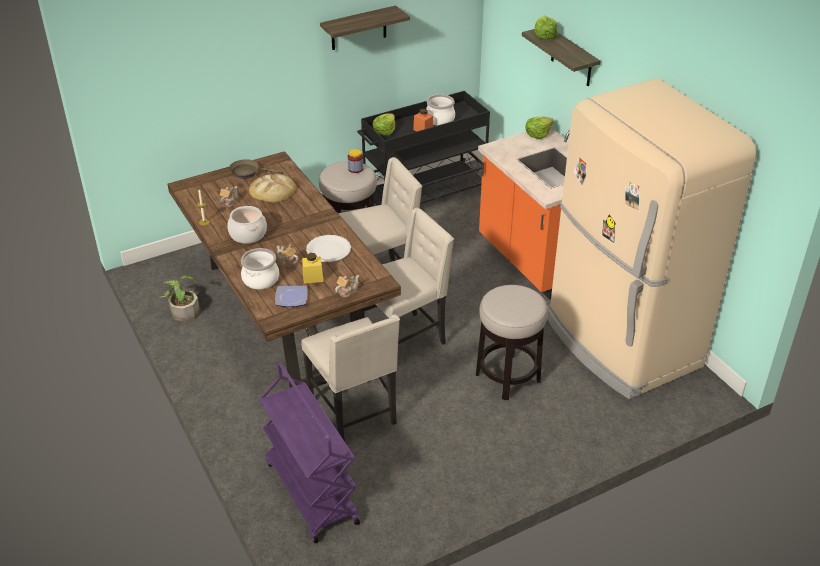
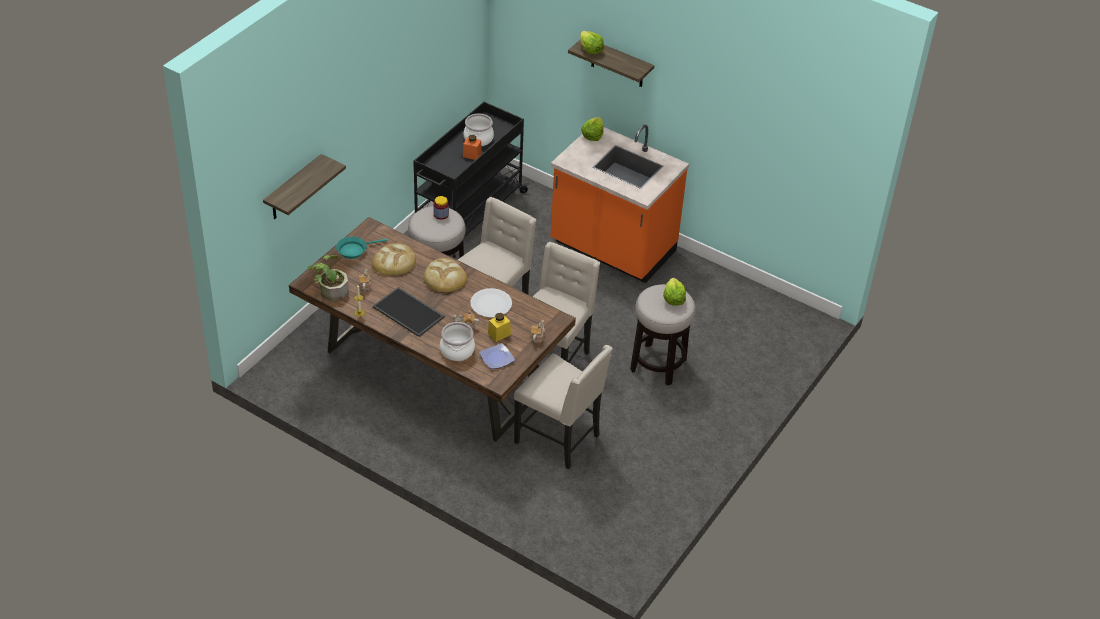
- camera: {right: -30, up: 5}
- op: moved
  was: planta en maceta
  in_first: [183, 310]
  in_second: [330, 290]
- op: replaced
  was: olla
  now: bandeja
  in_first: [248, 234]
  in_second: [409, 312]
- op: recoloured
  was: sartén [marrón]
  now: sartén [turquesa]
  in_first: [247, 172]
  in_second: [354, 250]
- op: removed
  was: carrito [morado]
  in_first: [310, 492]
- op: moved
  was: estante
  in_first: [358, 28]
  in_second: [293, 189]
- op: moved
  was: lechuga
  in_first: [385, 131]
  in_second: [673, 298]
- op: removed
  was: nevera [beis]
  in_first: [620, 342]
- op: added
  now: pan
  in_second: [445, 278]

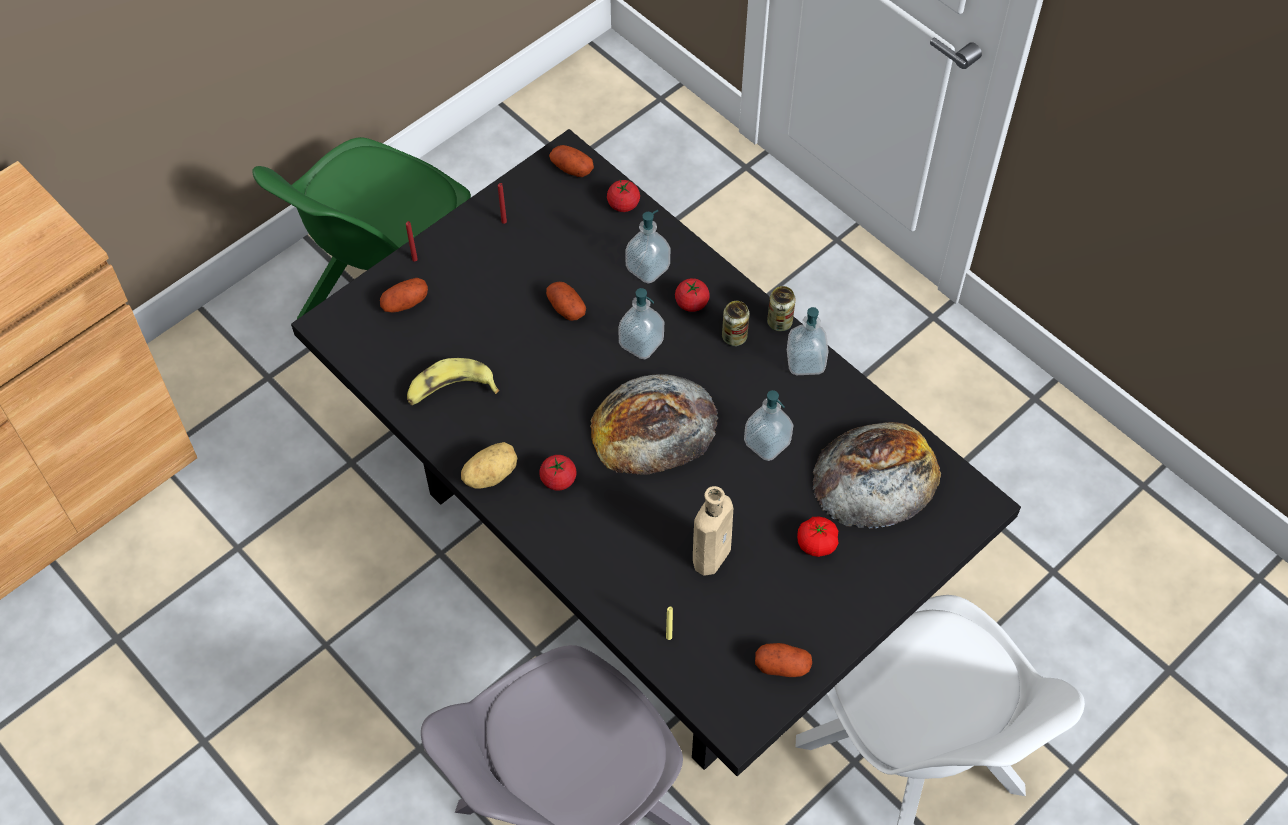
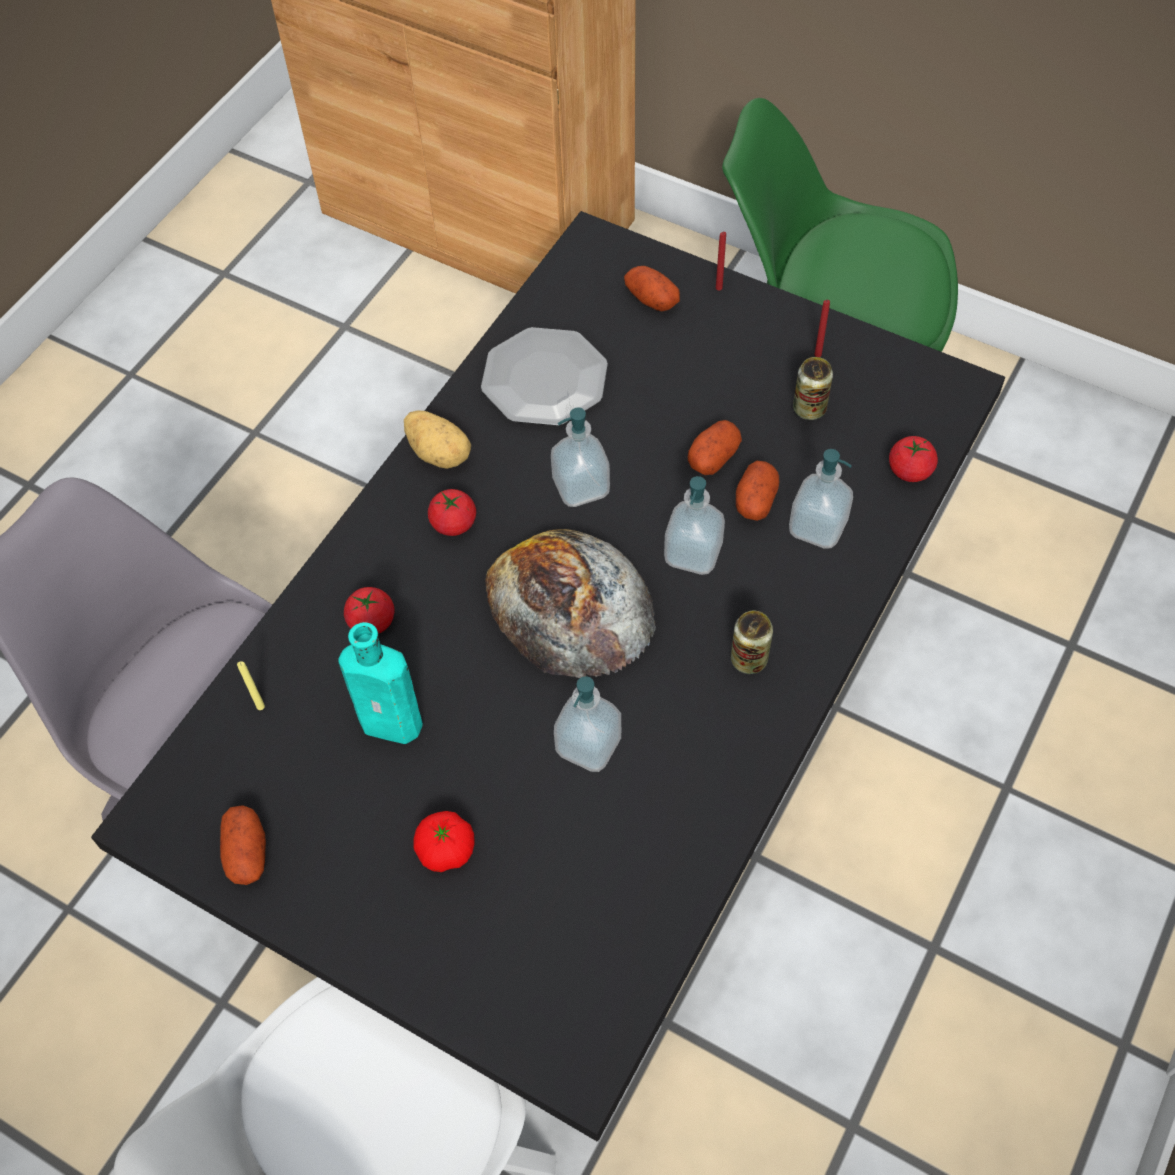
- camera: {right: 75, up: 0}
- op: replaced
  was: plátano
  now: plato
  in_first: [450, 390]
  in_second: [544, 379]
- op: moved
  was: patata
  in_first: [571, 168]
  in_second: [755, 500]
- op: moved
  was: tomate
  in_first: [691, 303]
  in_second: [372, 621]
- op: recoloured
  was: botella [beis]
  now: botella [turquesa]
  in_first: [713, 553]
  in_second: [395, 724]
- op: moved
  was: lata
  in_first: [779, 322]
  in_second: [809, 408]
- op: moved
  was: dispensador de jabón
  in_first: [805, 362]
  in_second: [581, 487]
- op: removed
  was: pan
  in_first: [876, 475]

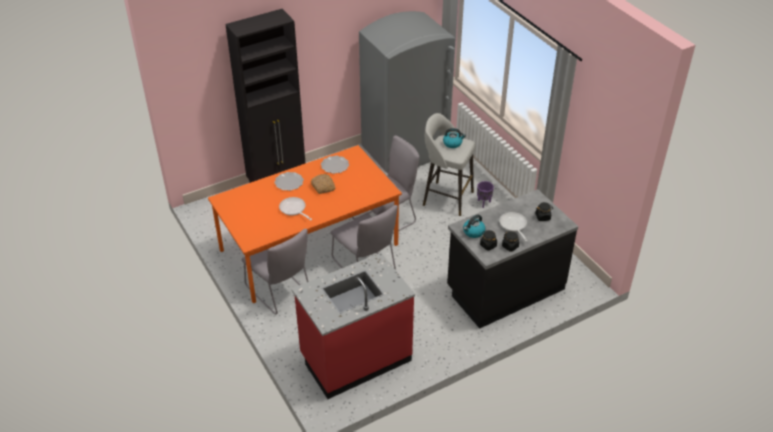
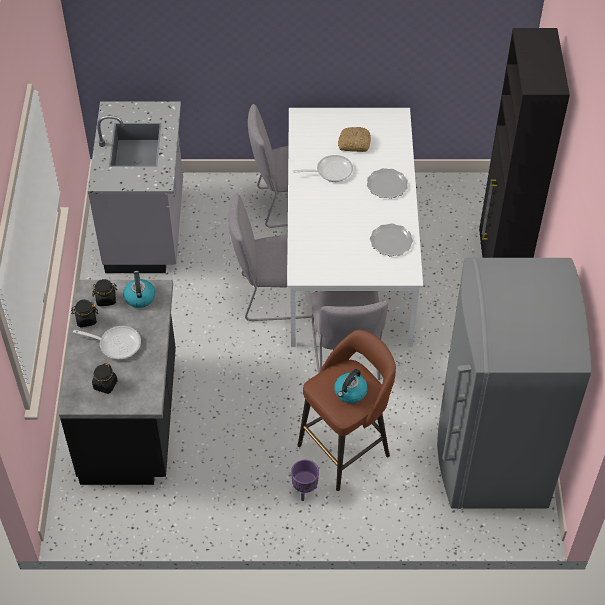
- camera: {right: 120, up: 10}
- op: recoloured
  was: mesa de comedor [naranja]
  now: mesa de comedor [blanco]
  in_first: [309, 248]
  in_second: [347, 256]
- op: recoloured
  was: mueble bajo de cocina [rojo]
  now: mueble bajo de cocina [gris]
  in_first: [355, 358]
  in_second: [147, 229]
- op: moved
  was: pan
  in_first: [323, 187]
  in_second: [354, 143]
- op: recoloured
  was: taburete [gris]
  now: taburete [marrón]
  in_first: [446, 198]
  in_second: [346, 449]

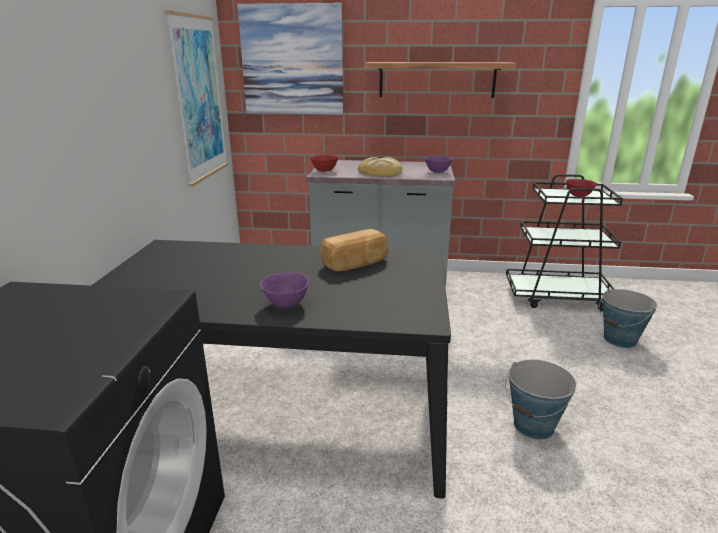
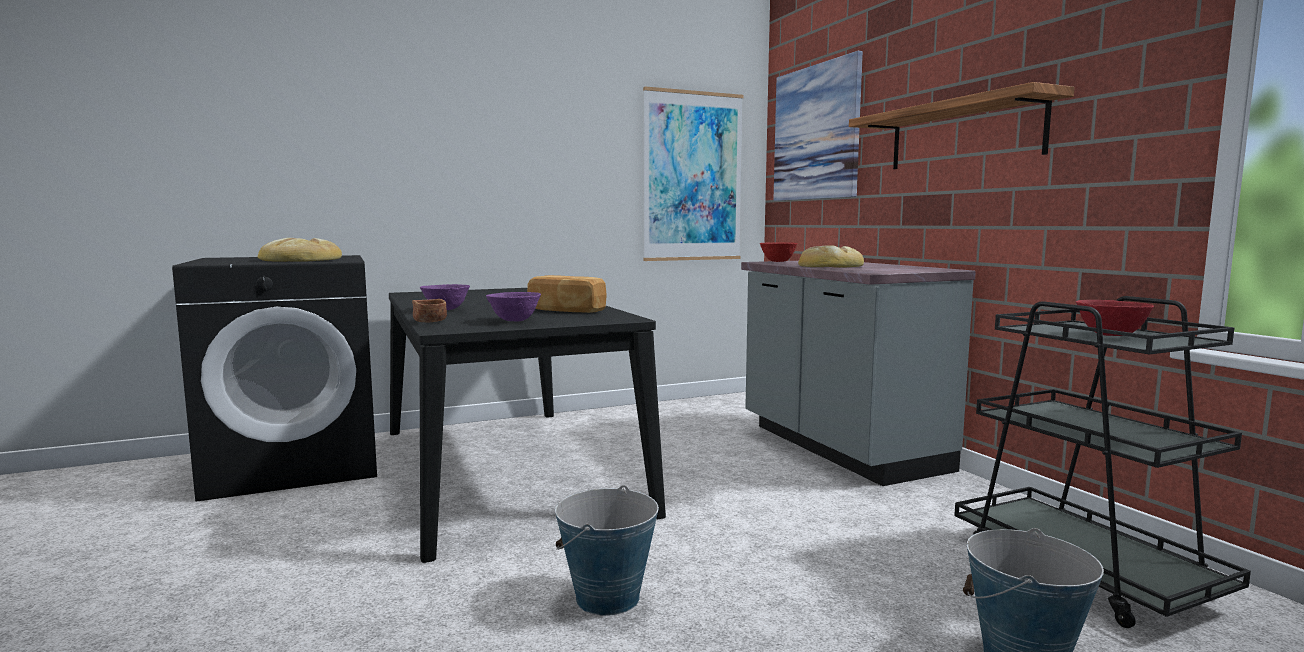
- camera: {right: 60, up: -15}
- op: moved
  was: cuenco [morado]
  in_first: [437, 172]
  in_second: [514, 321]
- op: added
  now: pan
  in_second: [301, 260]
- op: added
  now: cuenco [marrón]
  in_second: [429, 321]

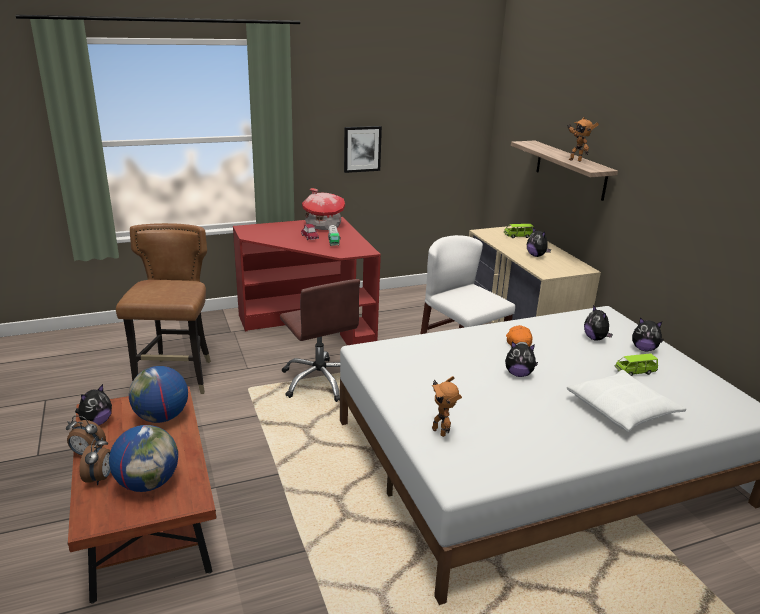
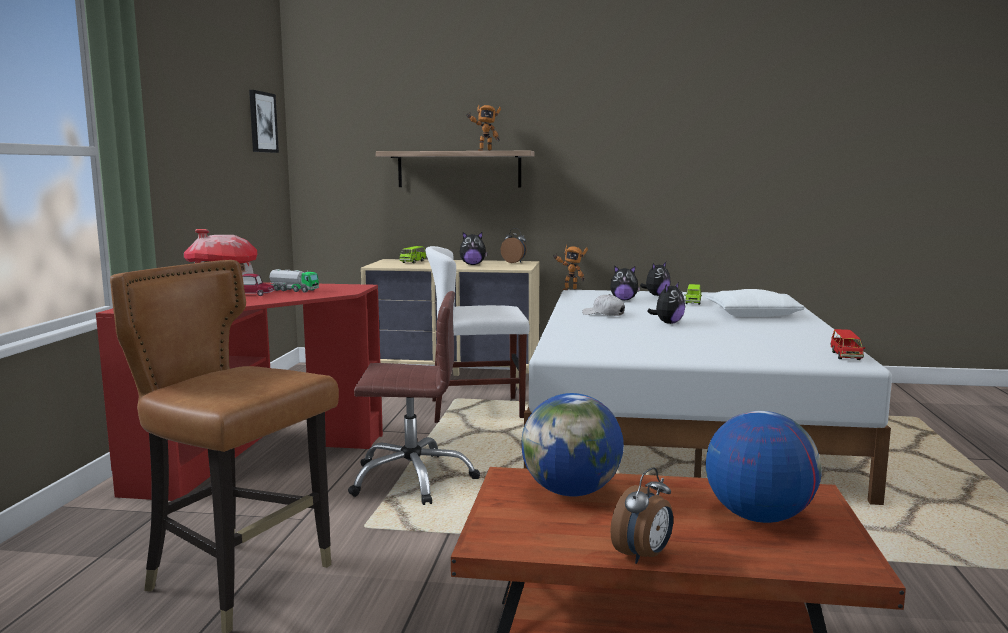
- camera: {right: -60, up: -15}
- op: removed
  was: peluche
  in_first: [96, 422]
- op: moved
  was: despertador
  in_first: [100, 478]
  in_second: [514, 262]
- op: moved
  was: cuadro
  in_first: [362, 149]
  in_second: [262, 122]
- op: moved
  was: robot de juguete
  in_first: [440, 431]
  in_second: [569, 289]
- op: recoloured
  was: gorra [naranja]
  now: gorra [blanco]
  in_first: [518, 342]
  in_second: [603, 314]
- op: added
  now: coche de juguete [rojo]
  in_second: [845, 356]

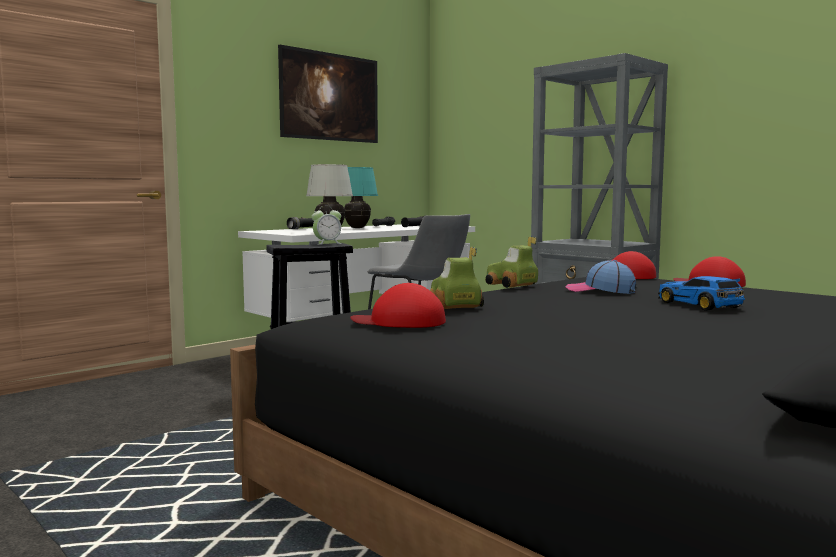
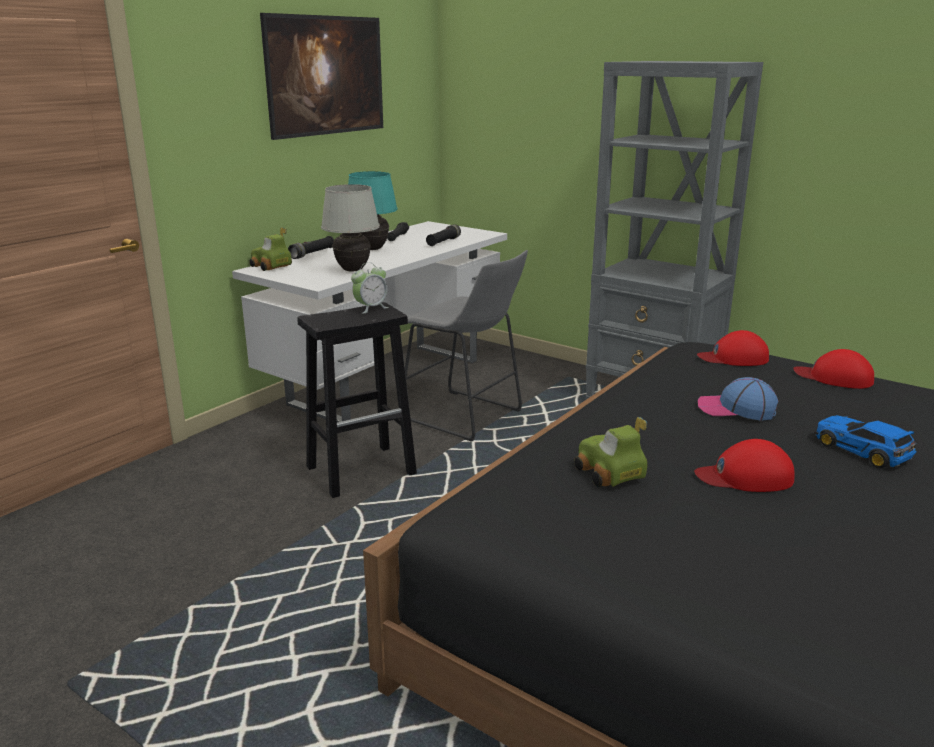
- camera: {right: -10, up: 15}
- op: moved
  was: gorra [rojo]
  in_first: [399, 322]
  in_second: [745, 477]
- op: moved
  was: coche de juguete
  in_first: [510, 285]
  in_second: [270, 266]

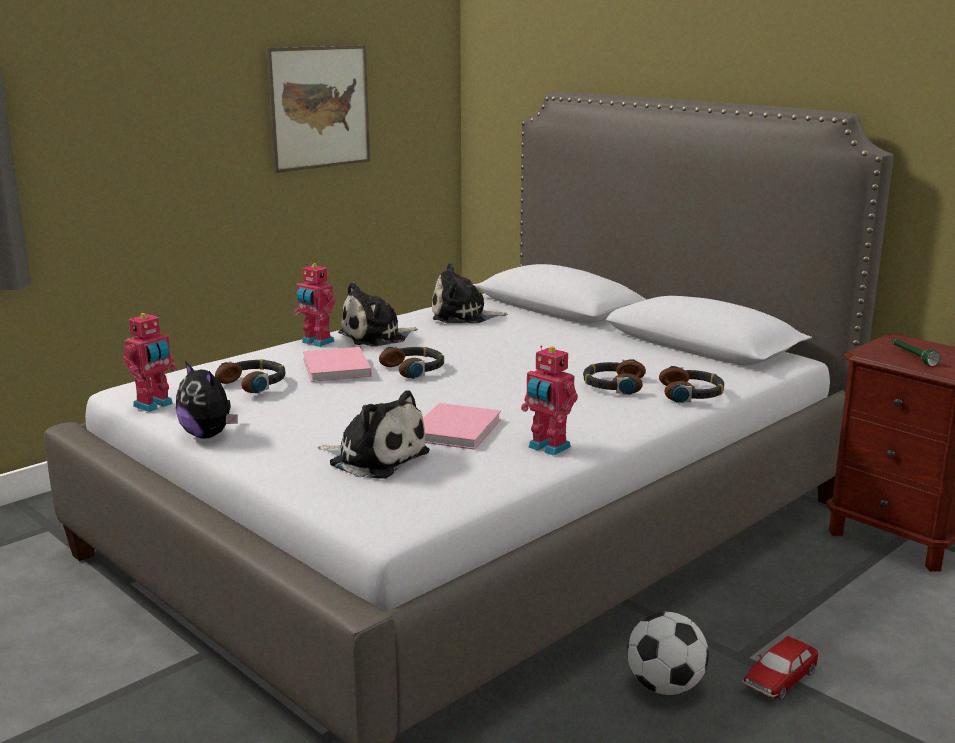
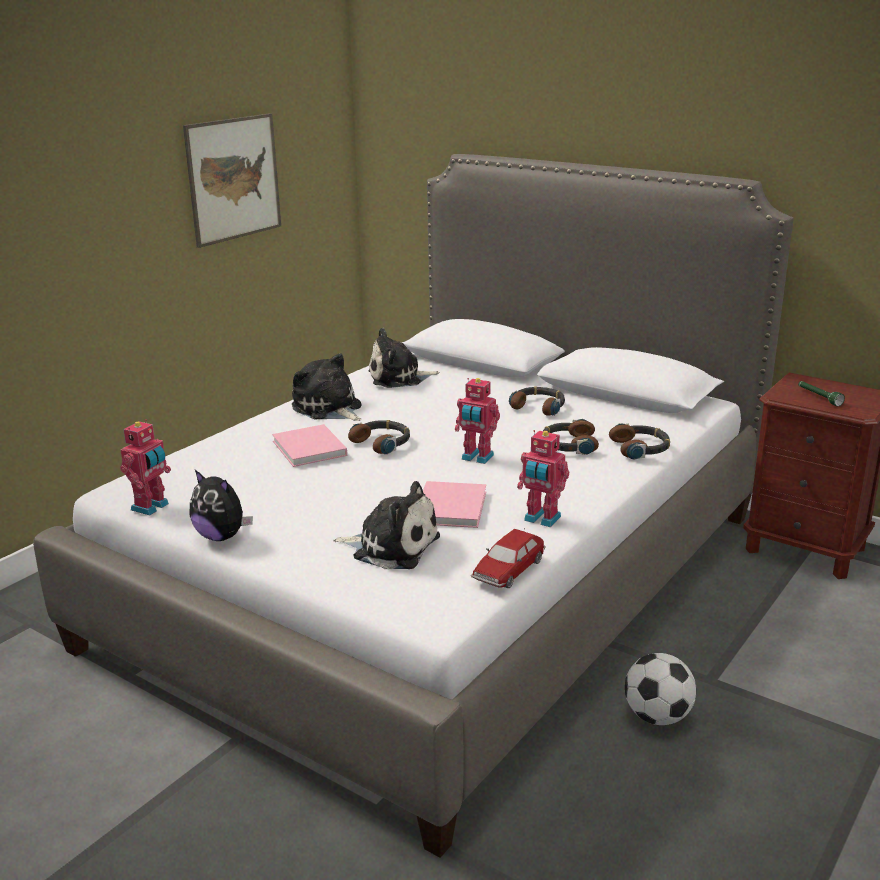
- camera: {right: -10, up: 5}
- op: moved
  was: auriculares
  in_first: [254, 383]
  in_second: [539, 406]
- op: moved
  was: robot de juguete
  in_first: [316, 342]
  in_second: [476, 458]
- op: turned
  was: peluche
  in_first: [376, 337]
  in_second: [328, 409]
  clockwise: 90
- op: moved
  was: coche de juguete
  in_first: [779, 679]
  in_second: [508, 570]

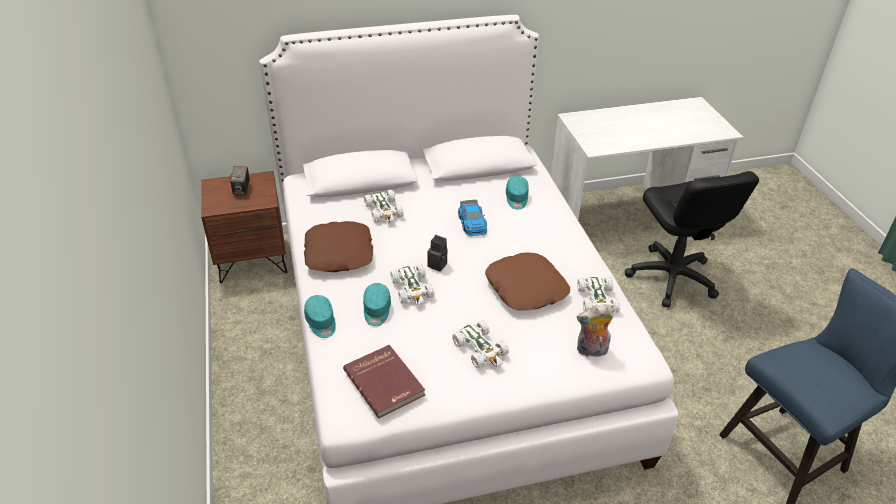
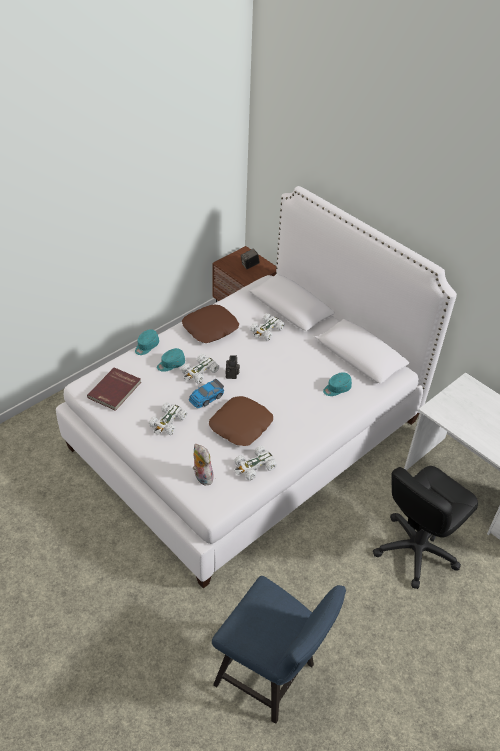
- camera: {right: 60, up: 5}
- op: moved
  was: coche de juguete
  in_first: [472, 224]
  in_second: [206, 397]

